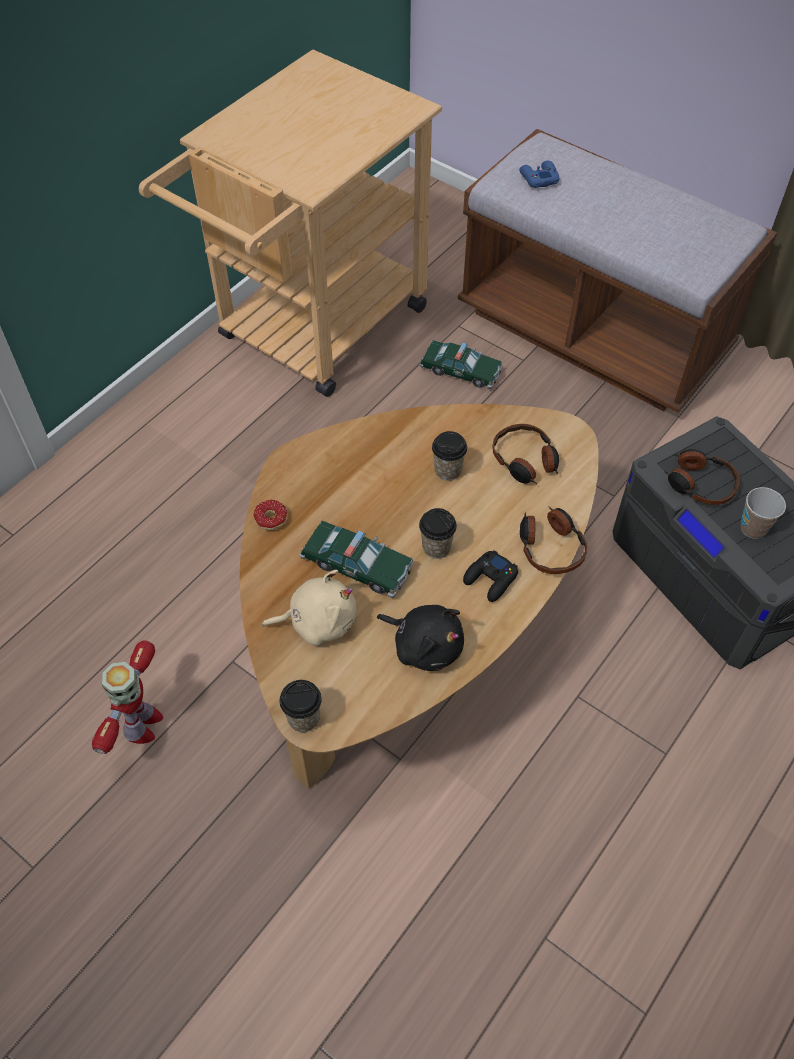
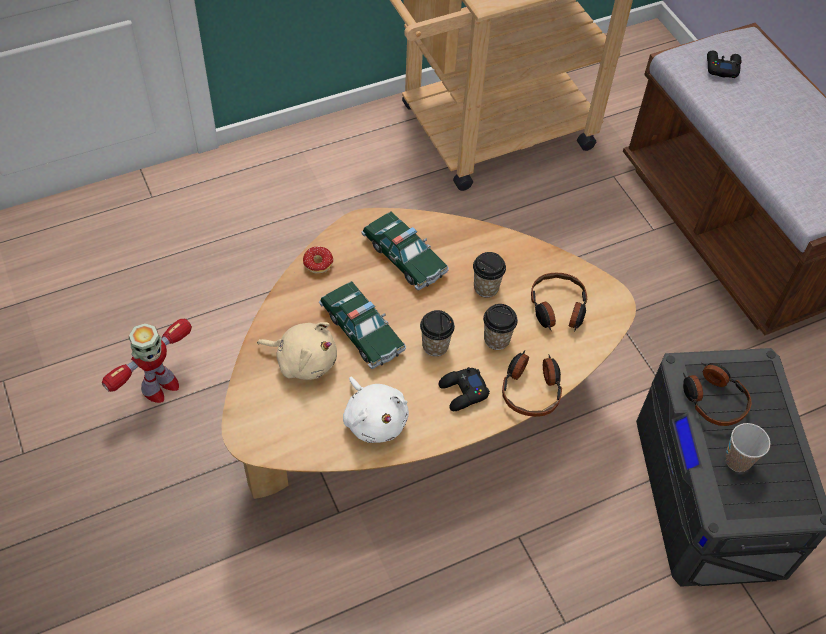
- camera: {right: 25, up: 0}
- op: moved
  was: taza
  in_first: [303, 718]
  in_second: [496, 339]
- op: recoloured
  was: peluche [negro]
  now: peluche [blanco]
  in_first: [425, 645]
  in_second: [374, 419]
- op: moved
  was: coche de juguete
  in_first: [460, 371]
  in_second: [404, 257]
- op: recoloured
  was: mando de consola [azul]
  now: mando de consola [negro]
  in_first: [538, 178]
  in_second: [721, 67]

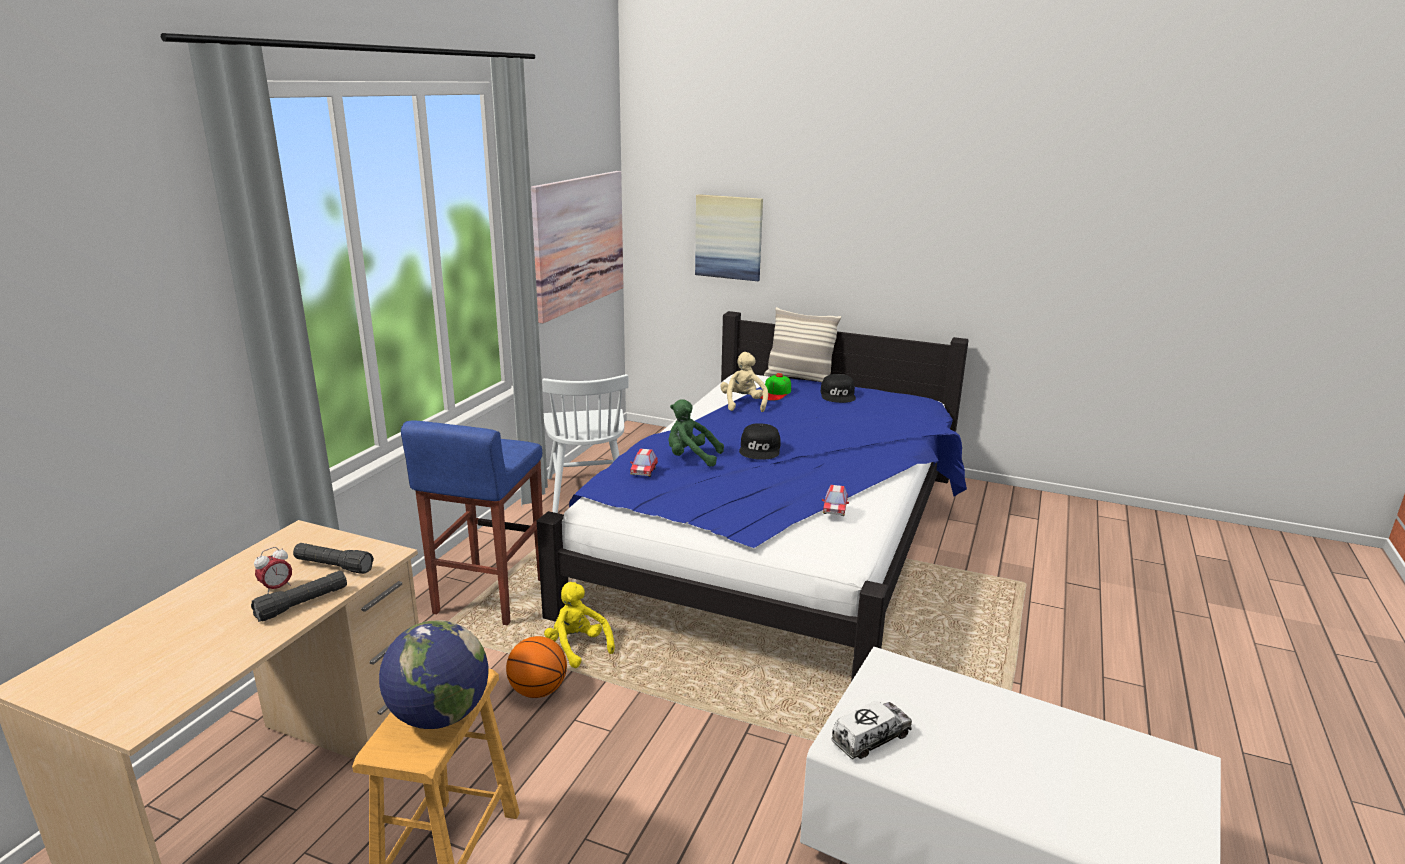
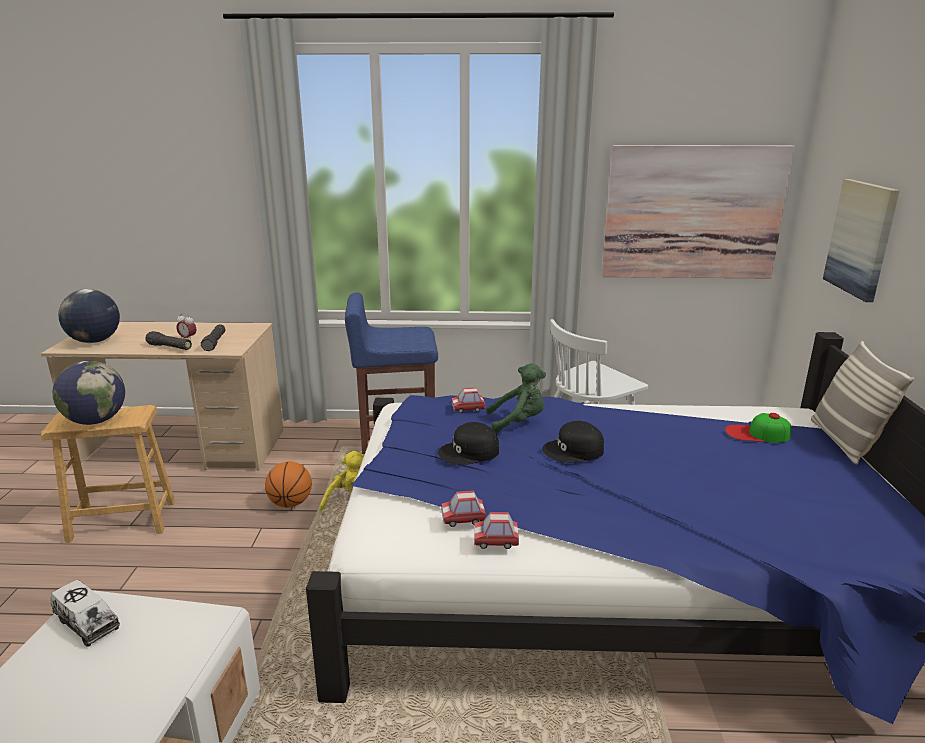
- camera: {right: 70, up: 0}
- op: turned
  was: peluche [verde]
  in_first: [691, 458]
  in_second: [518, 422]
  clockwise: 90
- op: removed
  was: peluche [beis]
  in_first: [743, 404]
- op: moved
  was: gorra [negro]
  in_first: [838, 395]
  in_second: [469, 452]
- op: added
  now: globo terráqueo
  in_second: [94, 341]
- op: added
  now: coche de juguete
  in_second: [495, 541]

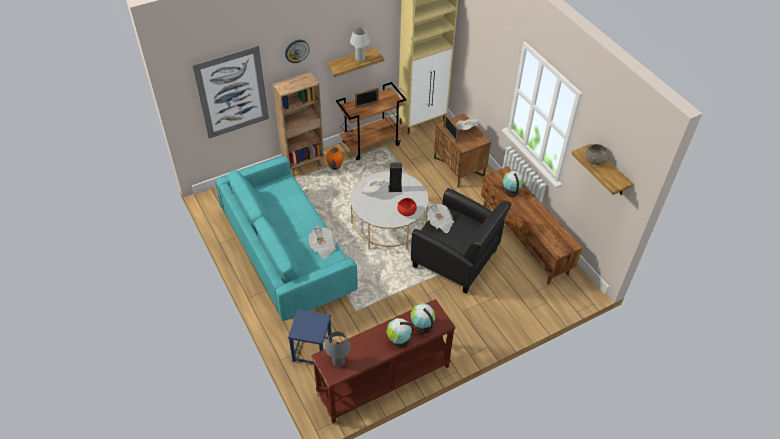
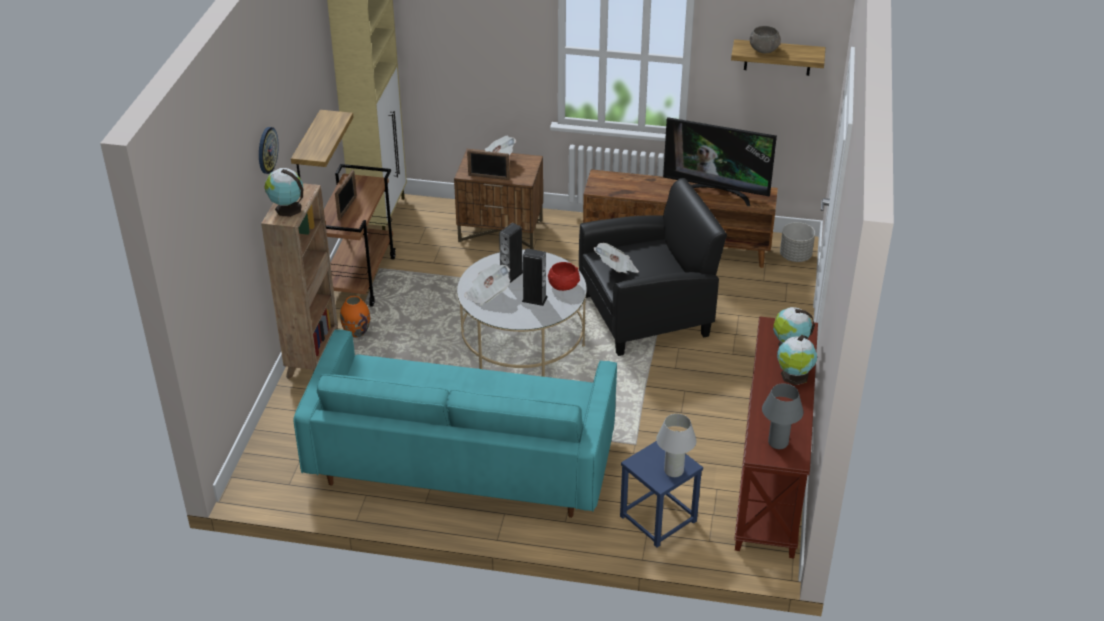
- camera: {right: -50, up: -10}
- op: removed
  was: cuadro
  in_first: [232, 92]
- op: removed
  was: periódico
  in_first: [322, 247]
- op: moved
  was: lámpara de mesa [blanco]
  in_first: [360, 59]
  in_second: [673, 471]
- op: moved
  was: globo terráqueo
  in_first: [511, 191]
  in_second: [287, 208]
- op: added
  now: altavoz
  in_second: [534, 299]
- op: added
  now: televisor
  in_second: [716, 192]
- op: added
  now: maceta [gris]
  in_second: [795, 256]

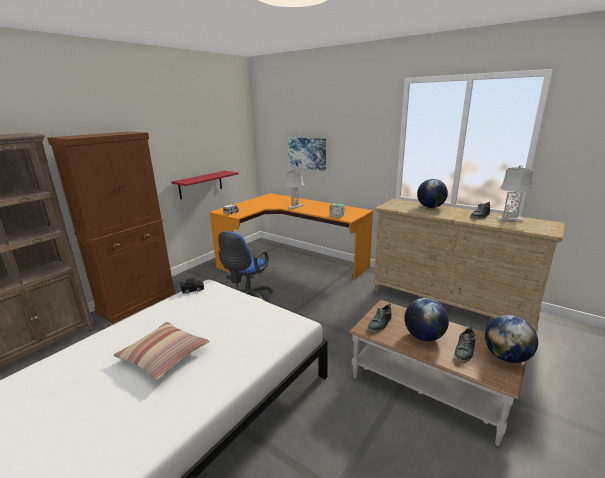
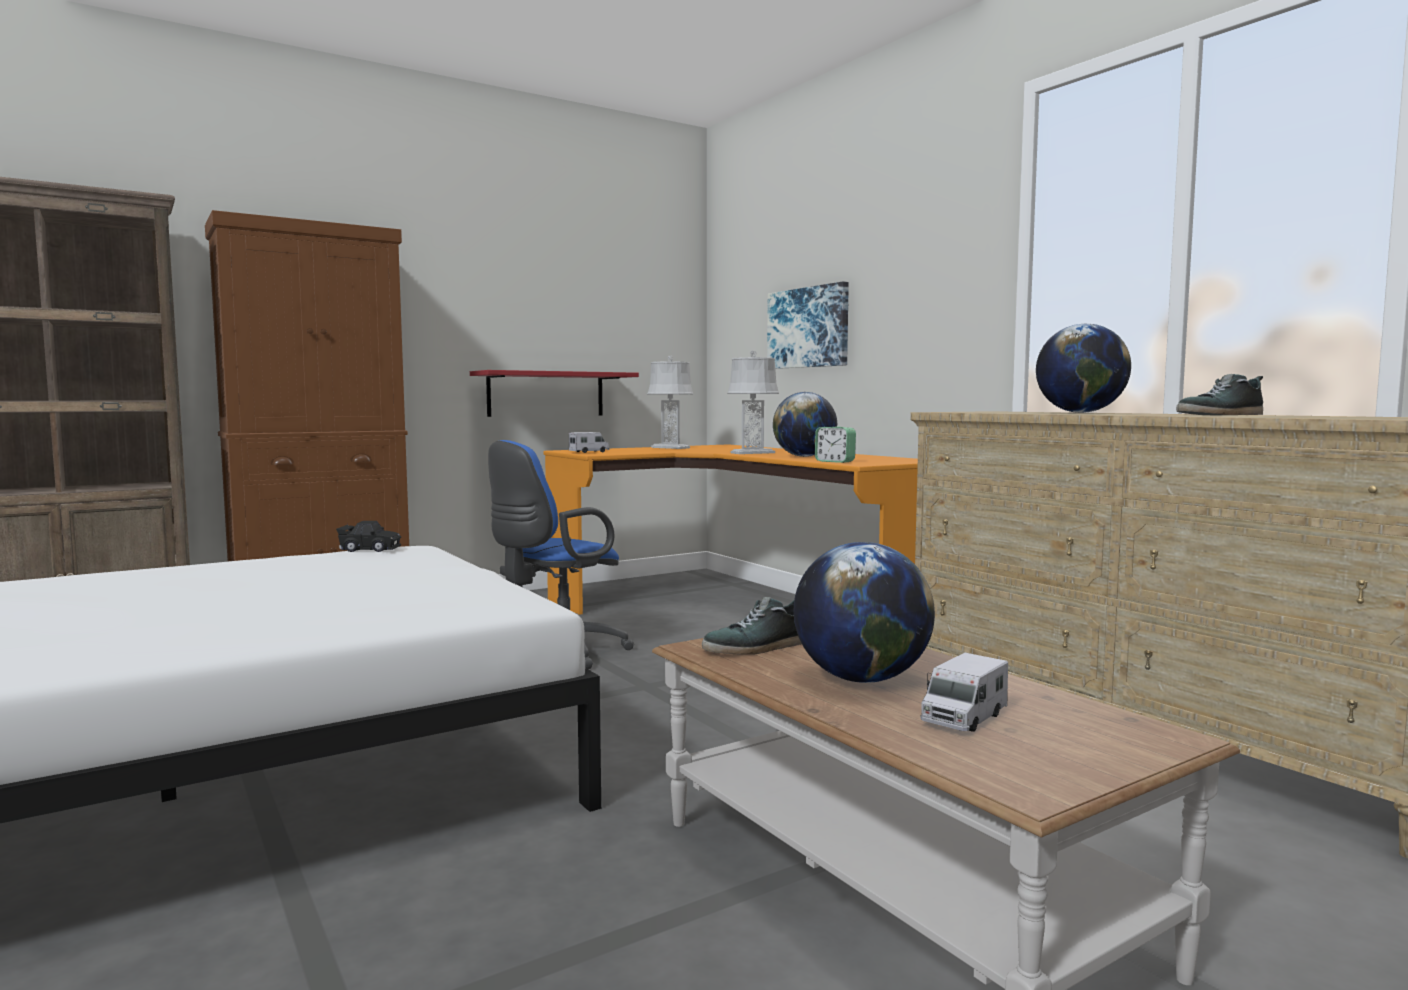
- camera: {right: 20, up: -15}
- op: removed
  was: cojín
  in_first: [164, 356]
- op: replaced
  was: zapato
  now: camión de juguete
  in_first: [464, 351]
  in_second: [963, 717]
- op: moved
  was: globo terráqueo
  in_first: [506, 357]
  in_second: [804, 456]
- op: moved
  was: lámpara de mesa [gris]
  in_first: [509, 219]
  in_second: [670, 448]

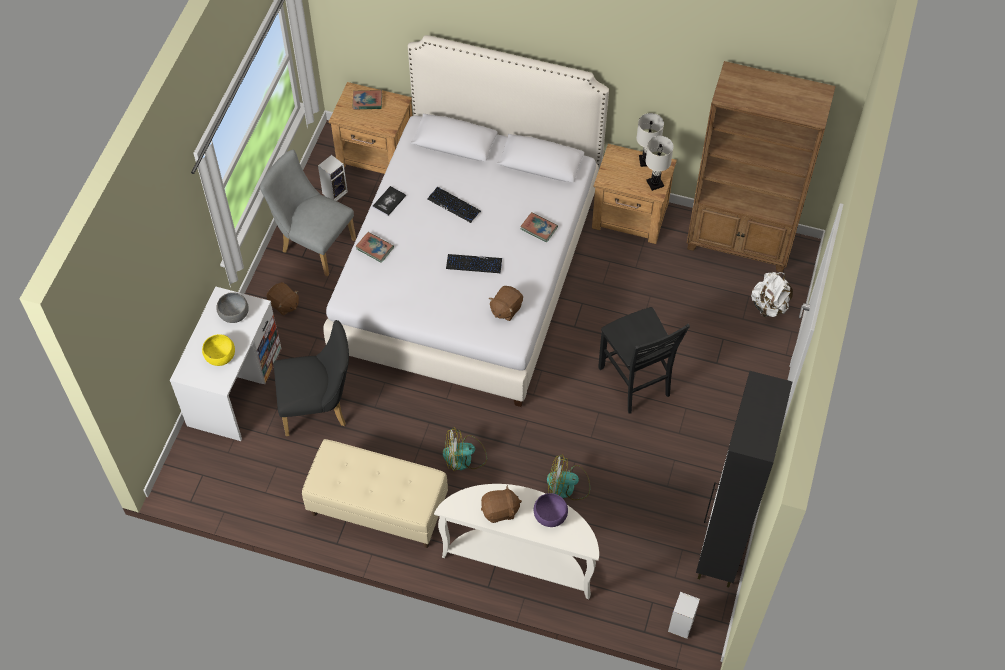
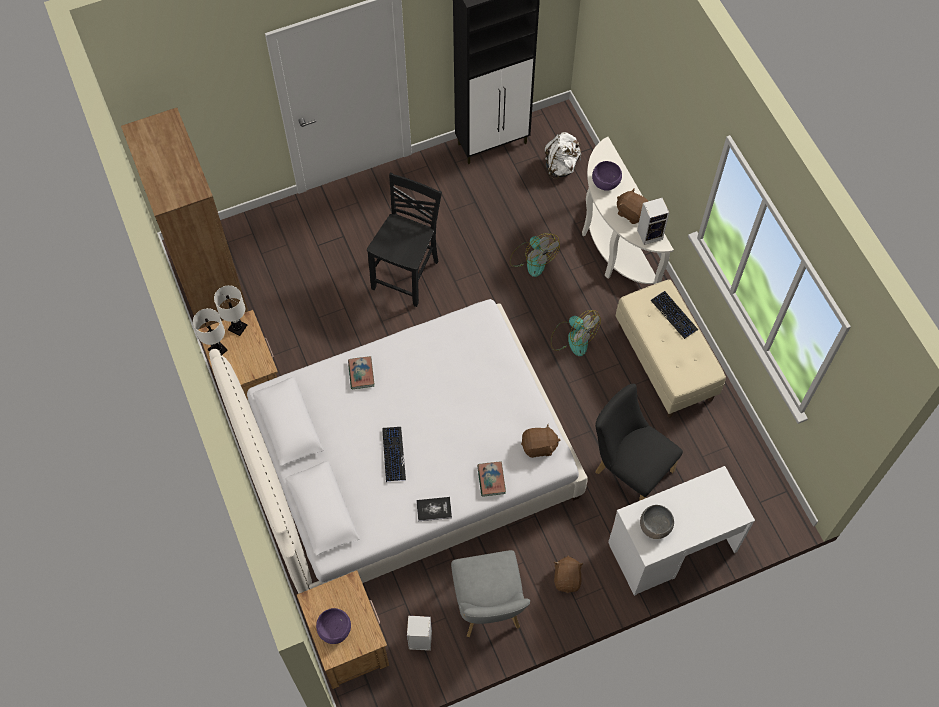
- camera: {right: -130, up: 5}
- op: removed
  was: cuenco [amarillo]
  in_first: [220, 356]
- op: replaced
  was: libro
  now: cuenco [morado]
  in_first: [367, 101]
  in_second: [334, 629]
- op: moved
  was: teclado
  in_first: [474, 264]
  in_second: [674, 315]
- op: moved
  was: peluche [marrón]
  in_first: [505, 309]
  in_second: [539, 446]
- op: moved
  was: altavoz
  in_first: [681, 626]
  in_second: [650, 234]
- op: moved
  was: mochila [blanco]
  in_first: [769, 306]
  in_second: [561, 166]

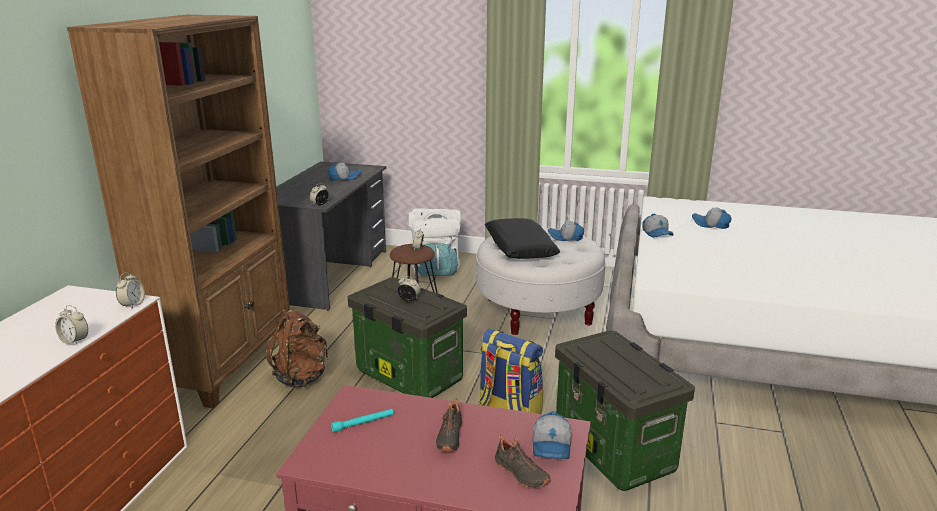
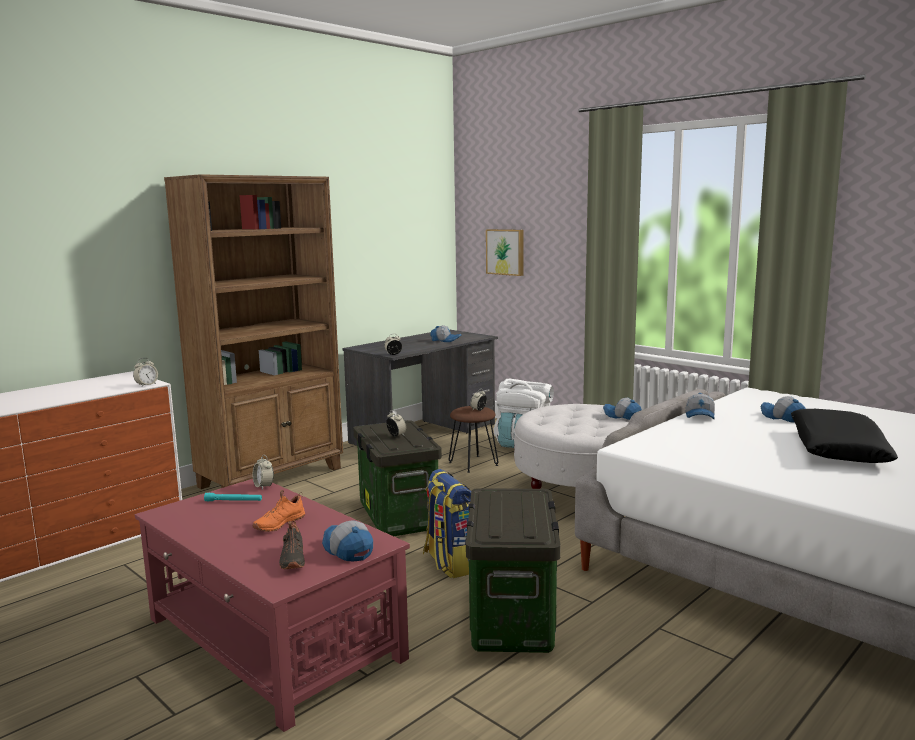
- camera: {right: 30, up: -10}
- op: moved
  was: despertador
  in_first: [75, 341]
  in_second: [263, 486]
- op: removed
  was: mochila [marrón]
  in_first: [301, 377]
- op: recoloured
  was: zapato [negro]
  now: zapato [naranja]
  in_first: [449, 437]
  in_second: [278, 523]
- op: moved
  was: cojín [negro]
  in_first: [520, 248]
  in_second: [837, 449]
- op: turned
  was: gorra
  in_first: [552, 446]
  in_second: [347, 550]
  clockwise: 105
- op: added
  now: cuadro
  in_second: [506, 252]

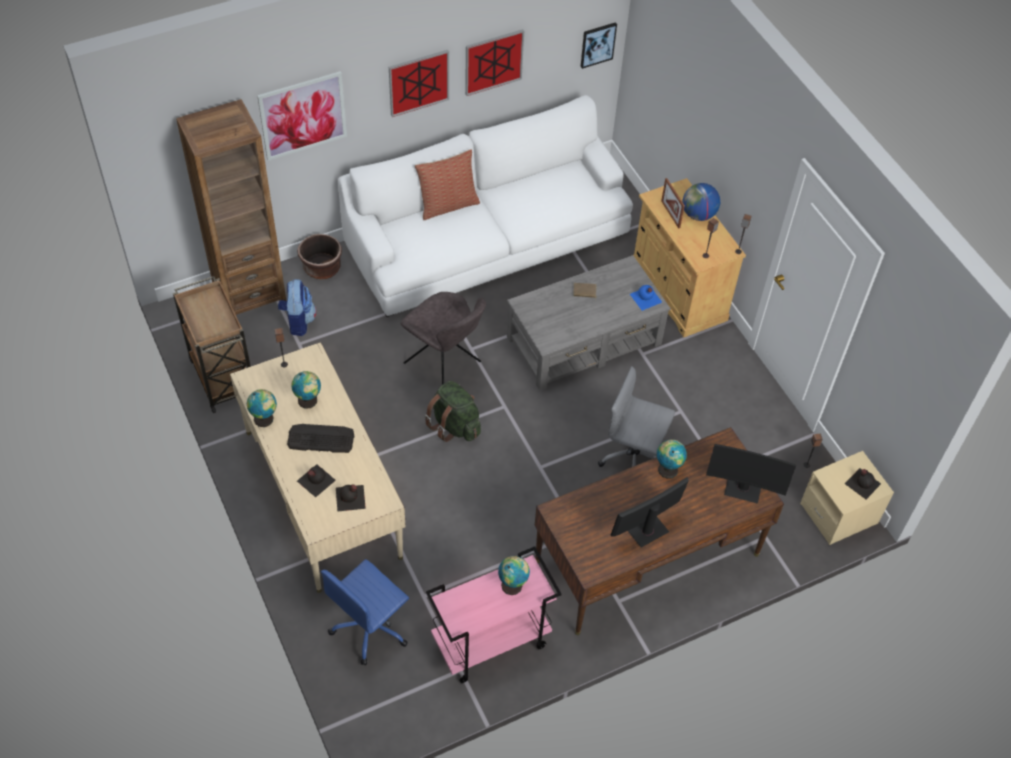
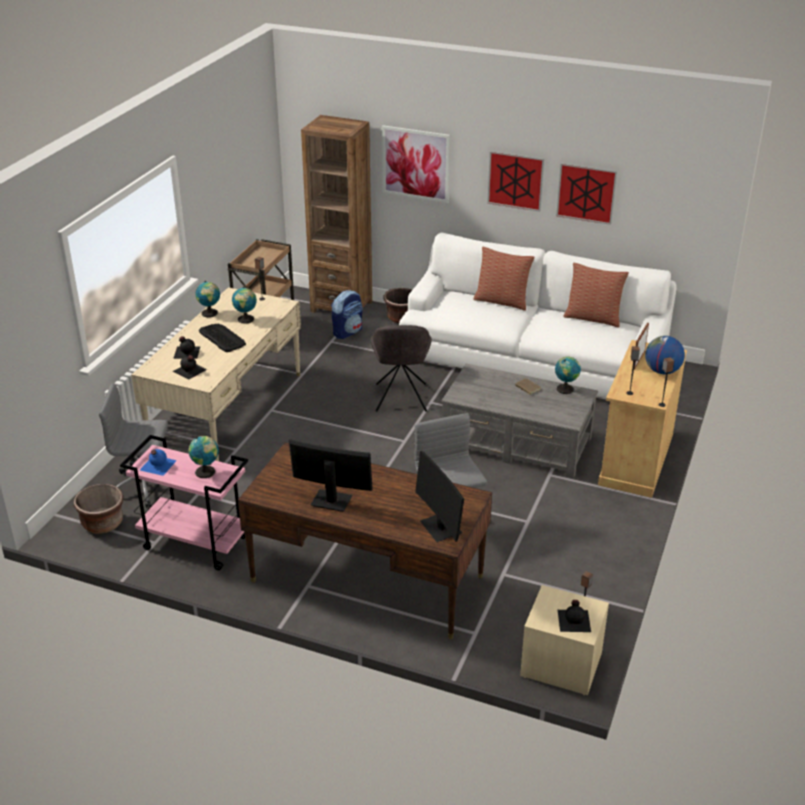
- camera: {right: 50, up: -20}
- op: recoloured
  was: silla de oficina [azul]
  now: silla de oficina [gris]
  in_first: [370, 627]
  in_second: [145, 485]
- op: removed
  was: mochila [verde]
  in_first: [454, 425]
- op: removed
  was: cuadro
  in_first: [597, 44]
- op: moved
  was: botella [azul]
  in_first: [645, 298]
  in_second: [157, 465]
- op: moved
  was: globo terráqueo
  in_first: [667, 468]
  in_second: [566, 389]
- op: added
  now: maceta [marrón]
  in_second: [102, 523]
- op: added
  now: cojín
  in_second: [593, 318]

